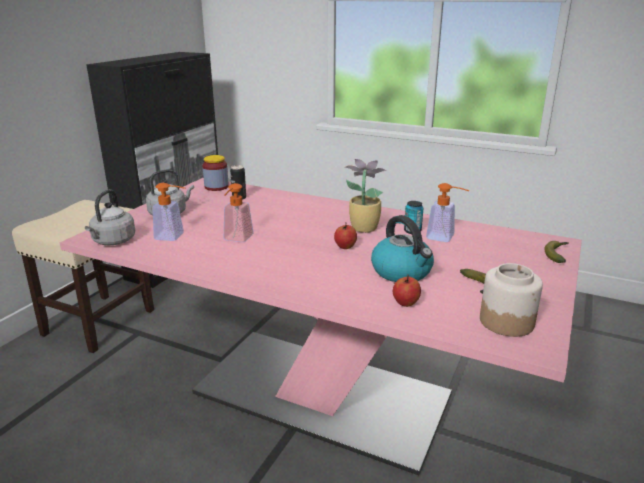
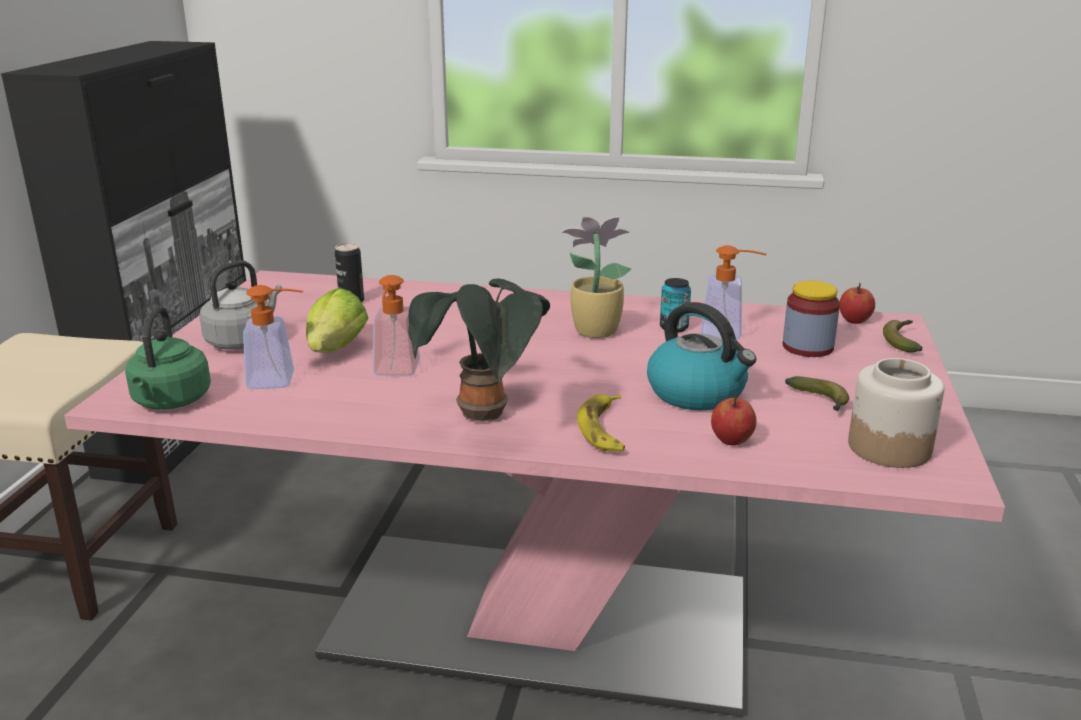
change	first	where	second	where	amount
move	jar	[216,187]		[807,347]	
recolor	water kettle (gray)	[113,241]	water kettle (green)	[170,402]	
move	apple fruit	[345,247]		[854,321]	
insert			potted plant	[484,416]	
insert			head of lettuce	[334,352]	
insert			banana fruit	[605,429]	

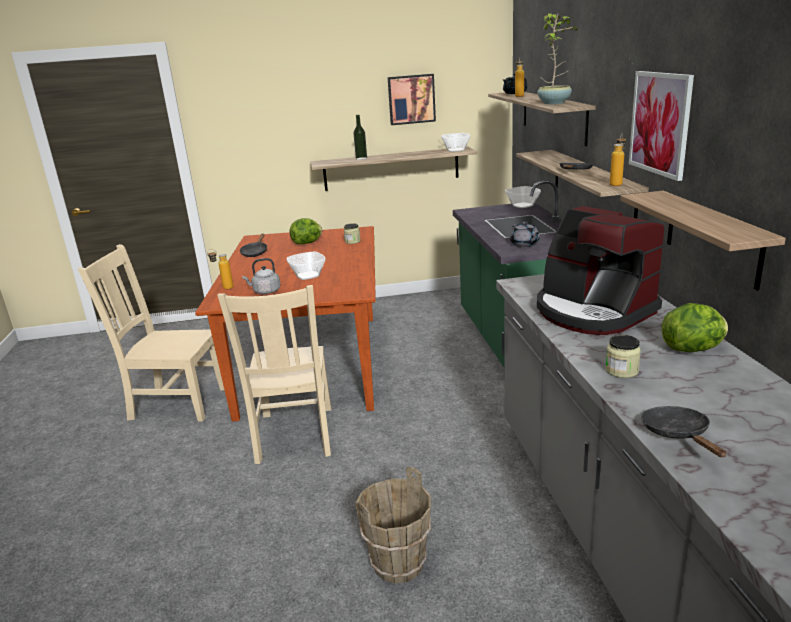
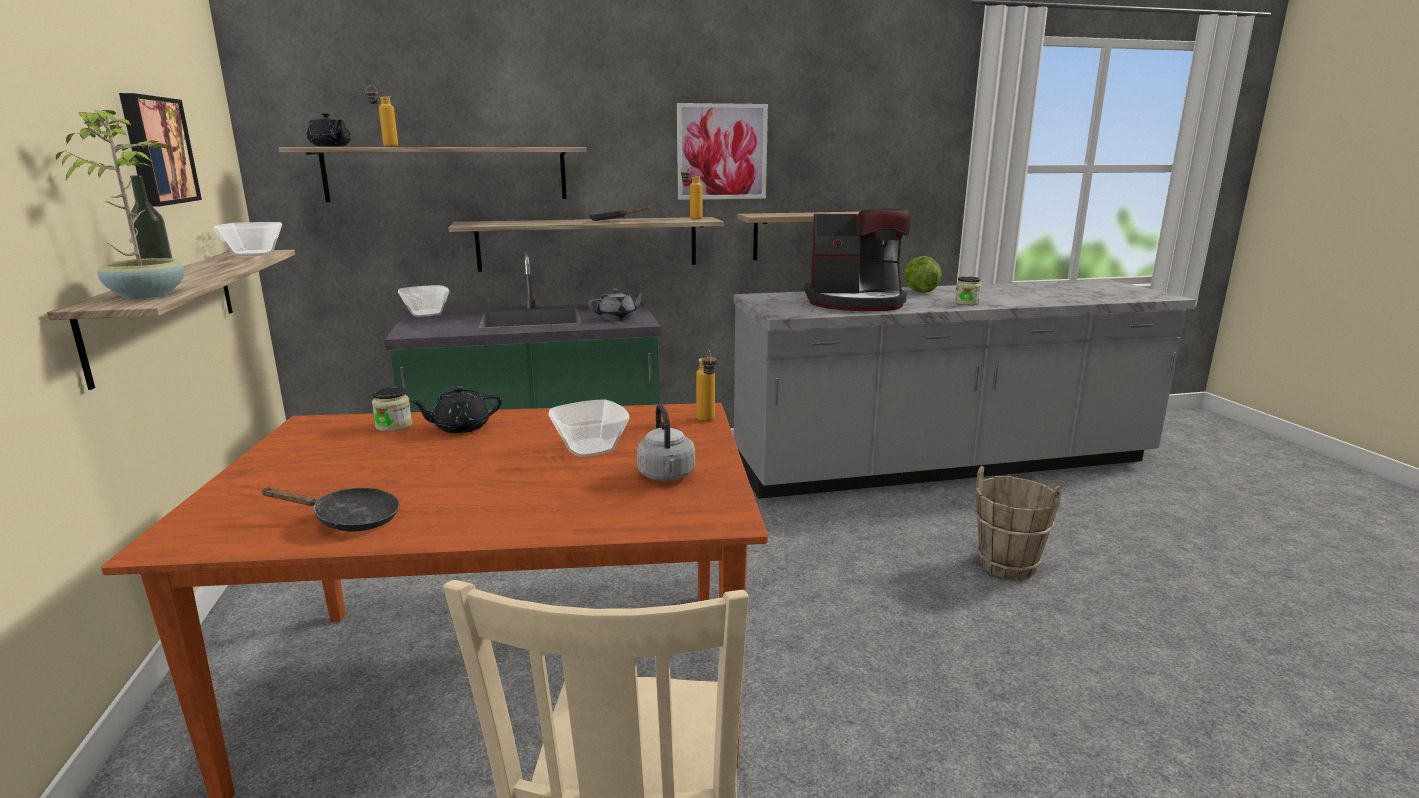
change	first	where	second	where	amount
move	potted plant	[555,103]		[148,295]	
rotate	coffee maker	[592,311]		[855,302]	45 degrees clockwise
delete	head of lettuce	[307,243]			
move	beverage bottle	[223,288]		[707,421]	
delete	upright chair (sand-coloured)	[294,436]			
delete	frying pan (blackish)	[678,434]			
insert			teapot (blackish)	[460,427]	

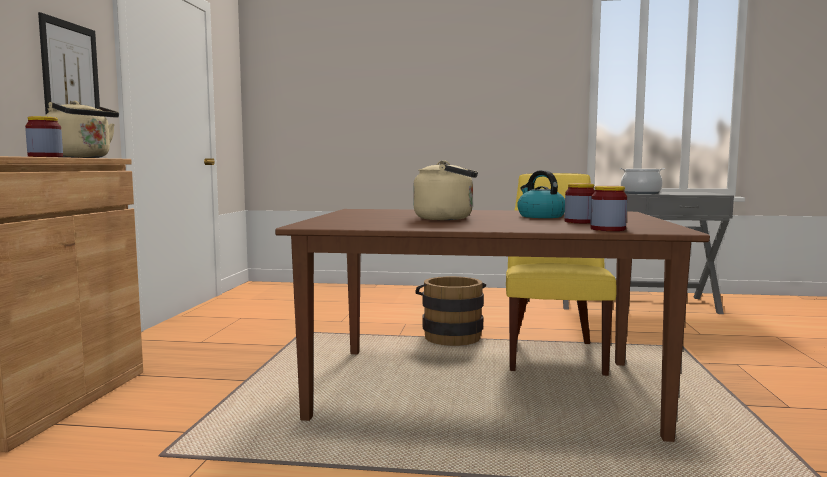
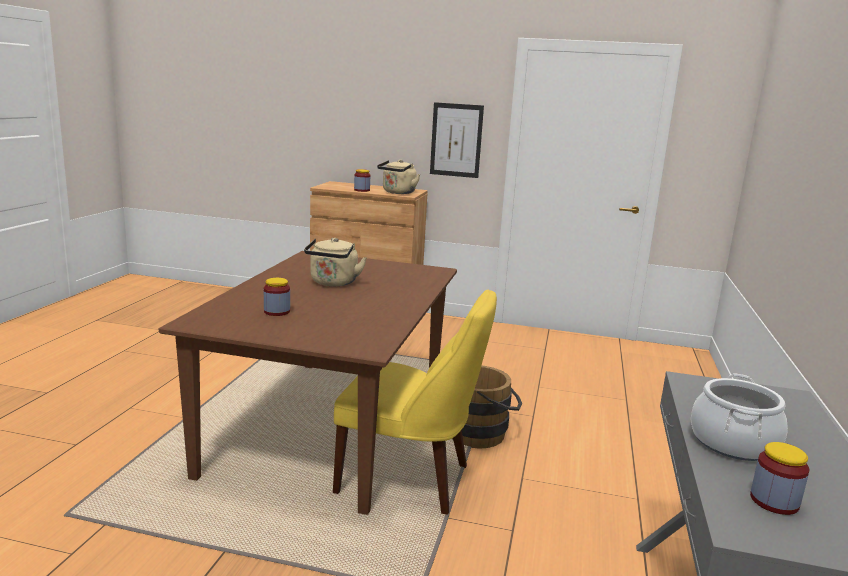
change	first	where	second	where	amount
delete	water kettle	[540,216]			
move	jar	[607,229]		[774,501]	

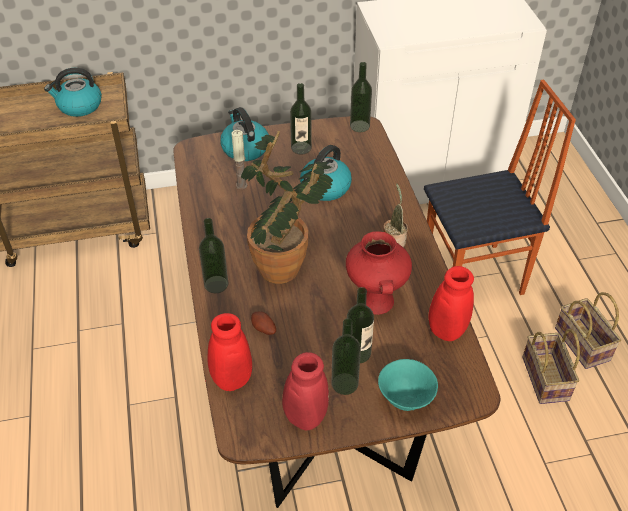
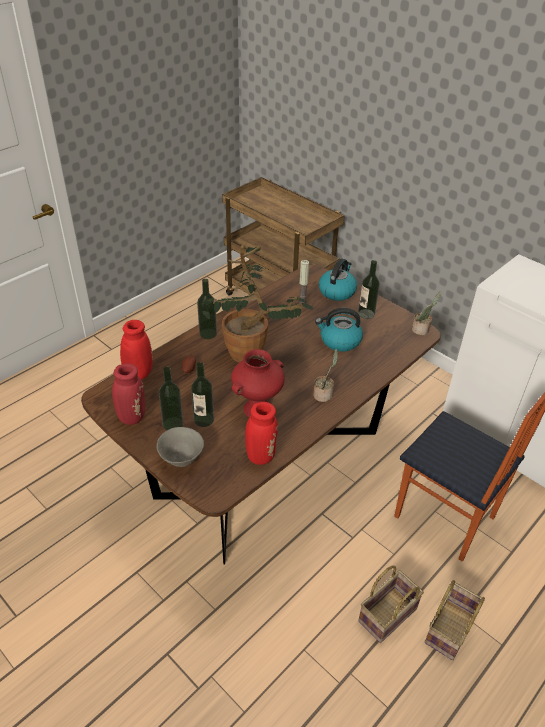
change	first	where	second	where	amount
replace	beverage bottle	[359,126]	potted plant	[421,330]	
delete	water kettle	[79,106]			
recolor	bowl (turquoise)	[405,399]	bowl (gray)	[182,459]	

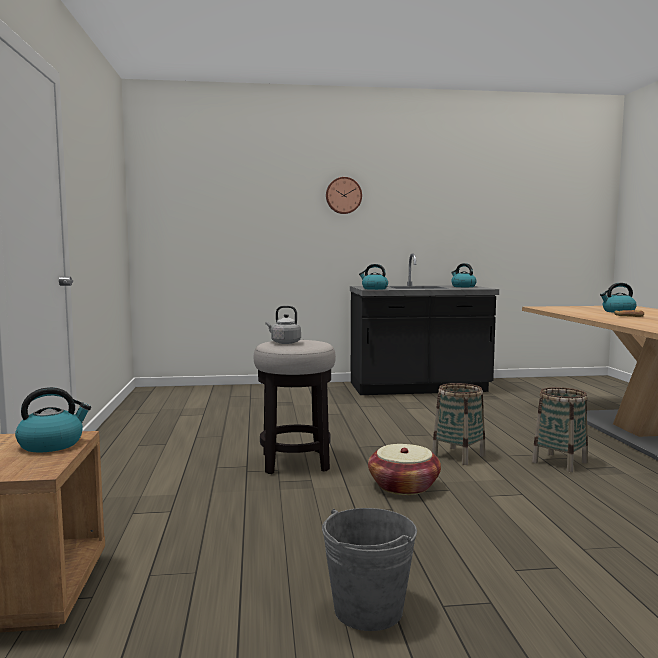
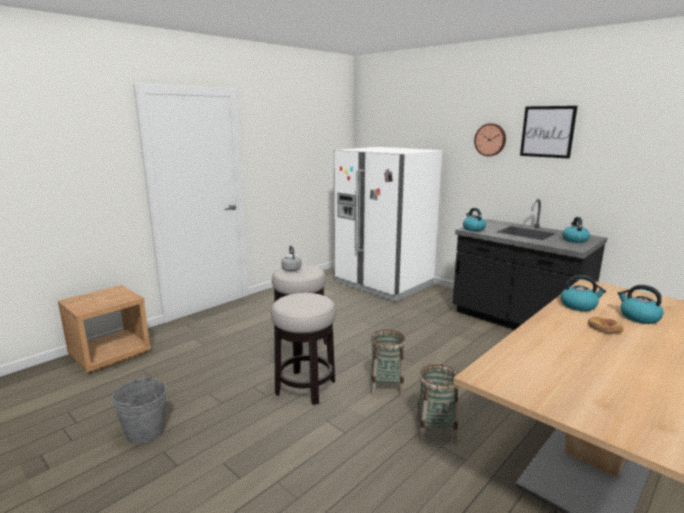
change	first	where	second	where	amount
move	water kettle	[52,444]		[579,306]	
replace	household basket	[403,486]	sitting stool	[305,387]	
insert			wall picture	[547,131]	
insert			fridge (whitish)	[383,283]	

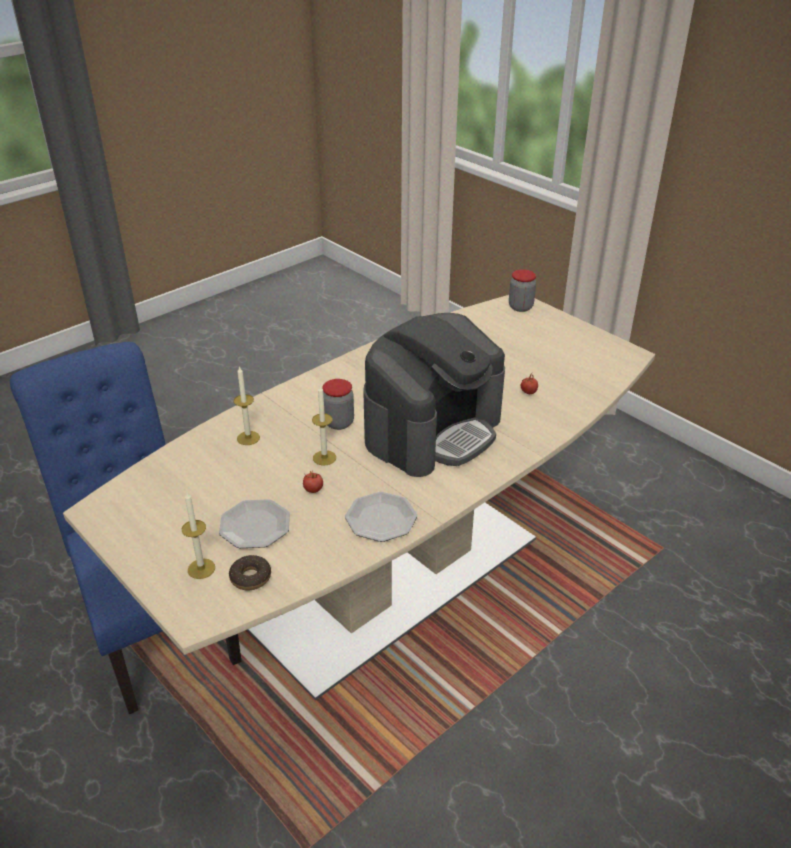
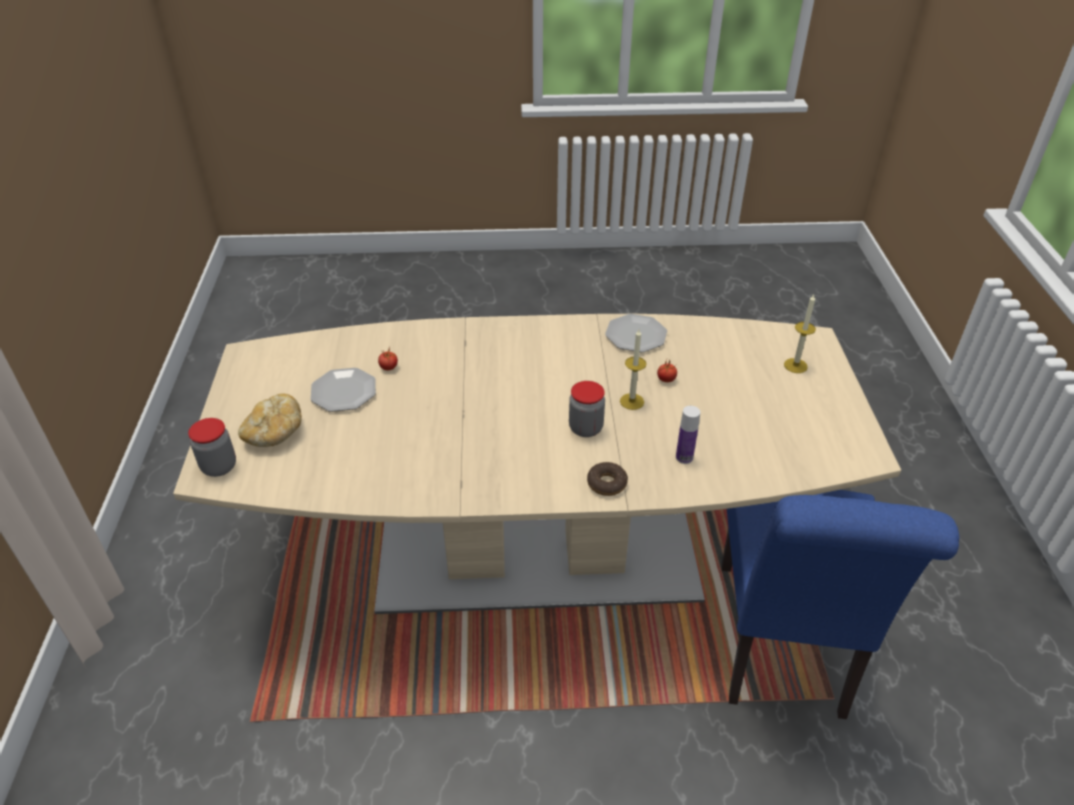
change	first	where	second	where	amount
delete	coffee maker	[433,430]			
replace	wax light	[248,438]	beverage bottle	[684,457]	
move	dinner plate	[254,525]		[344,392]	
move	donut	[250,577]		[607,483]	
insert			bread	[274,434]	

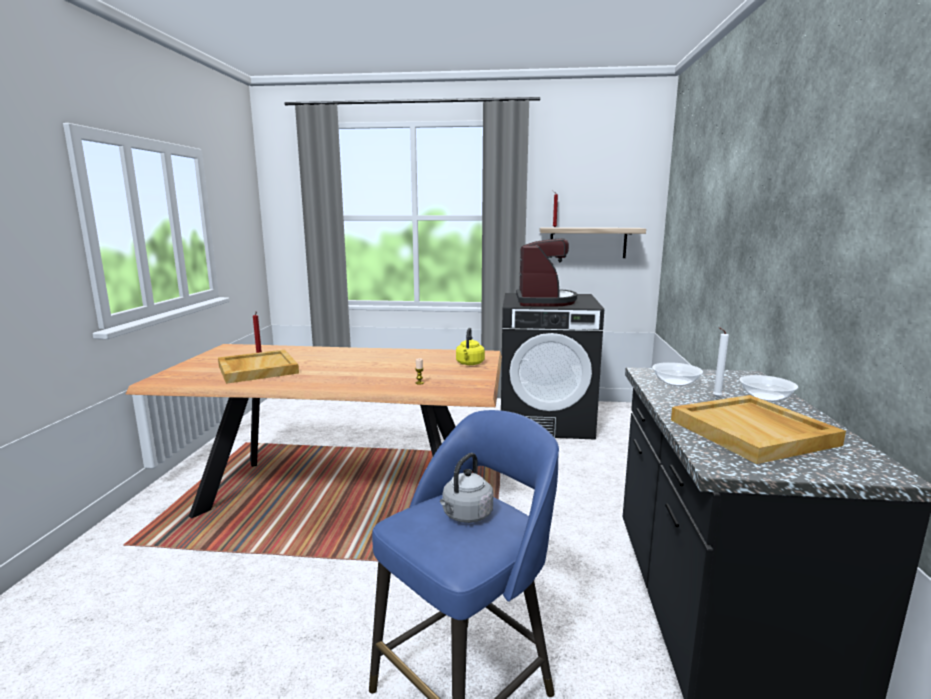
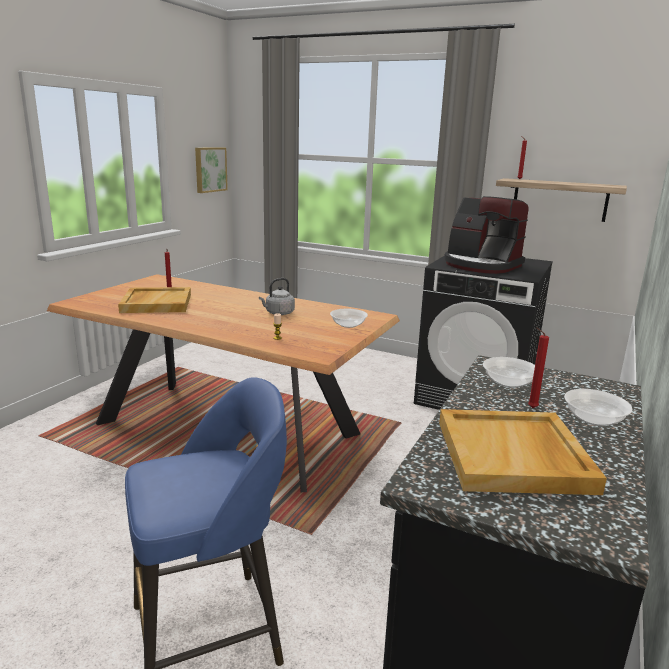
change	first	where	second	where	amount
rotate	coffee maker	[544,301]		[481,265]	105 degrees clockwise
recolor	wax light (whitish)	[715,397]	wax light (red-coloured)	[530,407]	
replace	water kettle (yellow-coloured)	[469,364]	bowl	[348,325]	
move	water kettle (gray)	[466,516]		[278,313]	
insert			wall picture	[209,169]	

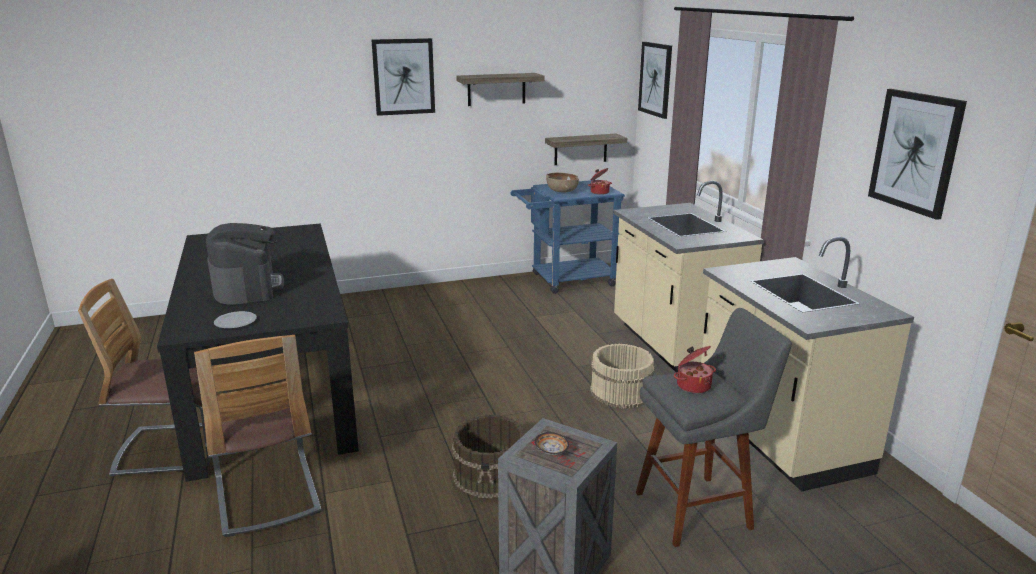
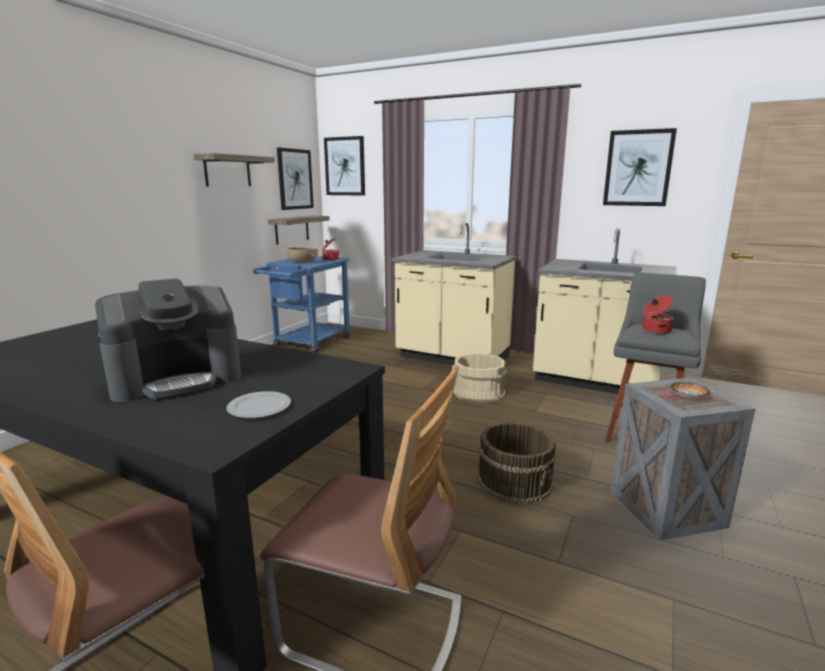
change	first	where	second	where	amount
move	wall picture	[403,76]		[295,179]	
rotate	coffee maker	[247,288]		[177,378]	120 degrees clockwise

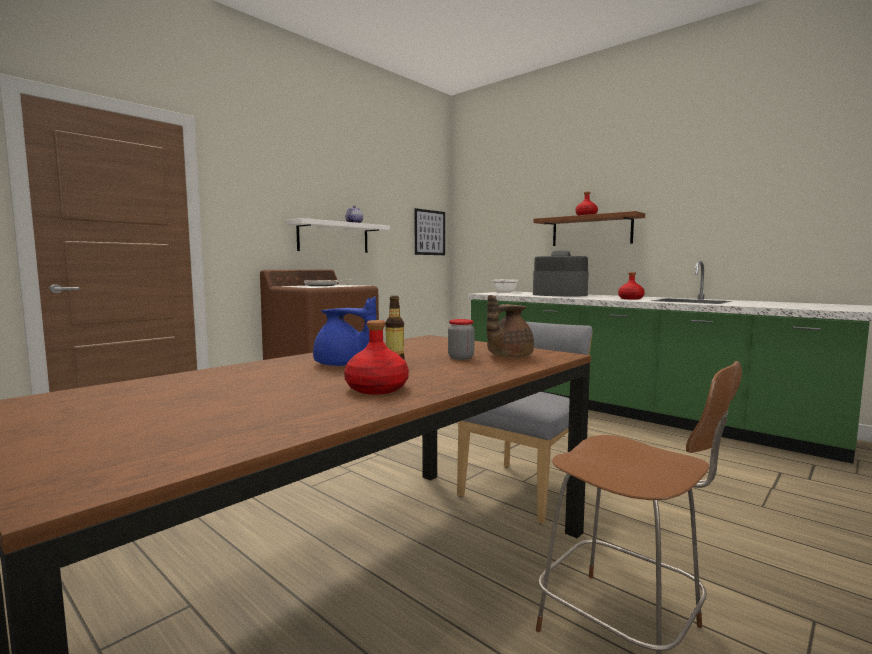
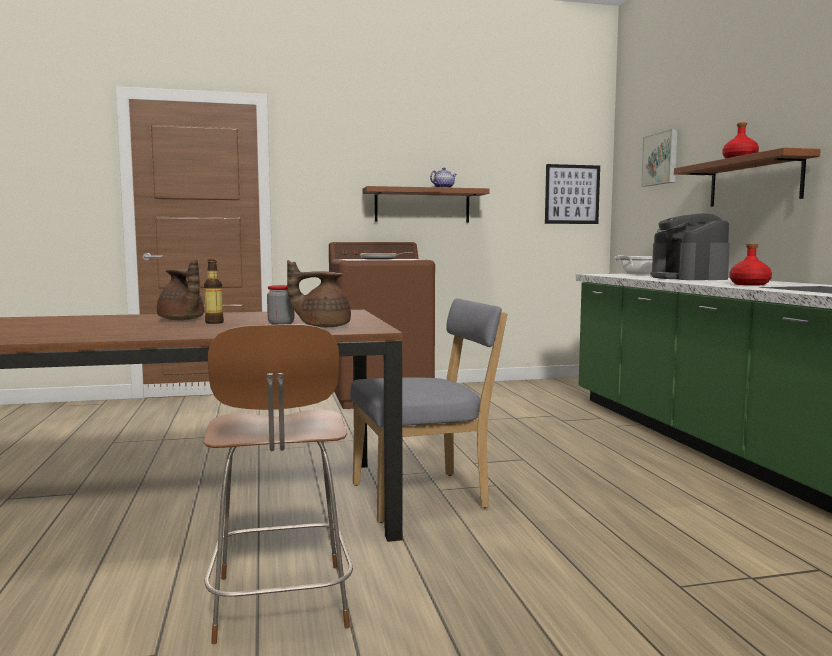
change	first	where	second	where	amount
recolor	wall shelf (whitish)	[333,237]	wall shelf (brown-coloured)	[422,205]	
rotate	coffee maker	[559,295]		[688,278]	150 degrees counterclockwise
recolor	teapot (blue-coloured)	[342,364]	teapot (brown-coloured)	[181,320]	
delete	beverage bottle (red-coloured)	[377,389]			
insert			wall picture	[661,159]	

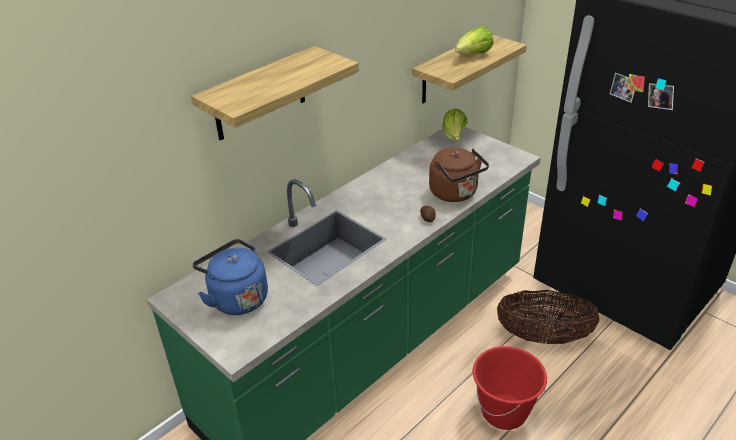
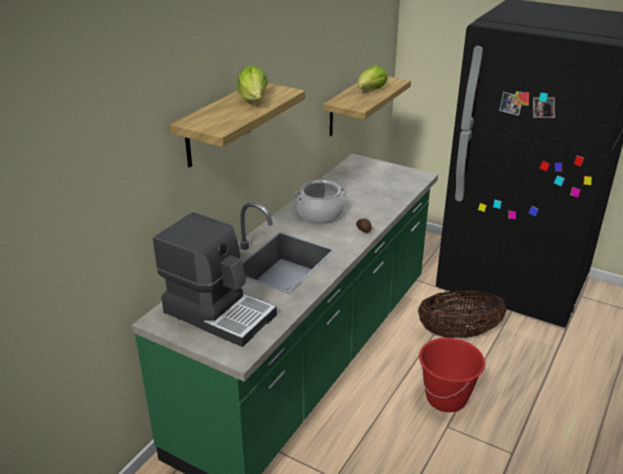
change	first	where	second	where	amount
move	head of lettuce	[454,137]		[254,101]	
delete	water kettle (brown-coloured)	[455,193]			
replace	water kettle (blue-coloured)	[236,298]	coffee maker	[219,312]	
insert			stockpot	[320,214]	

